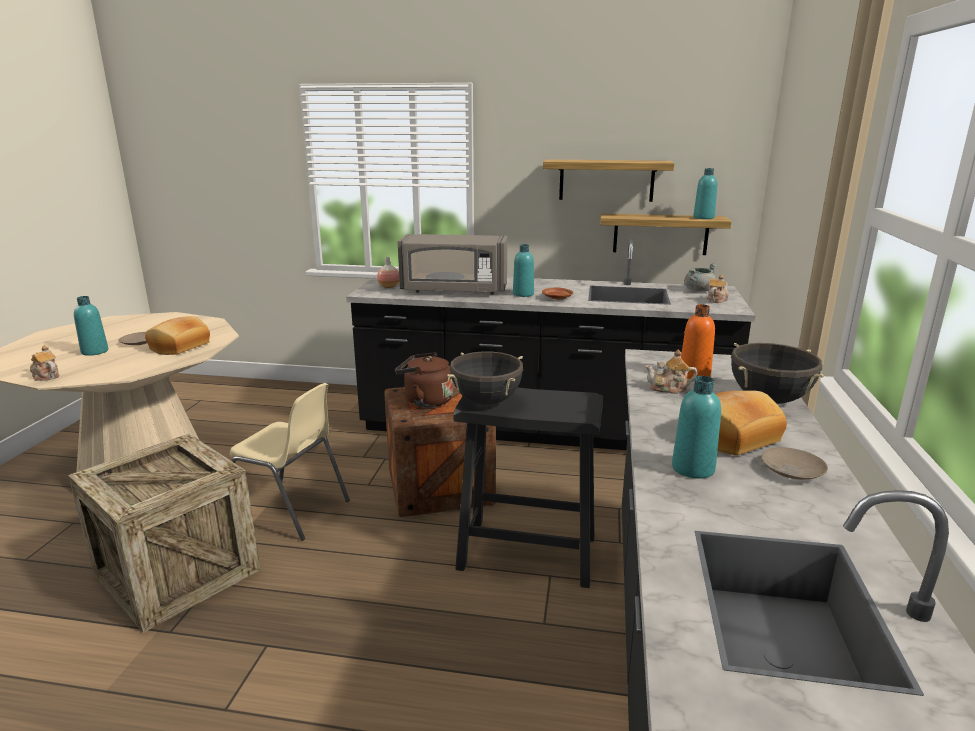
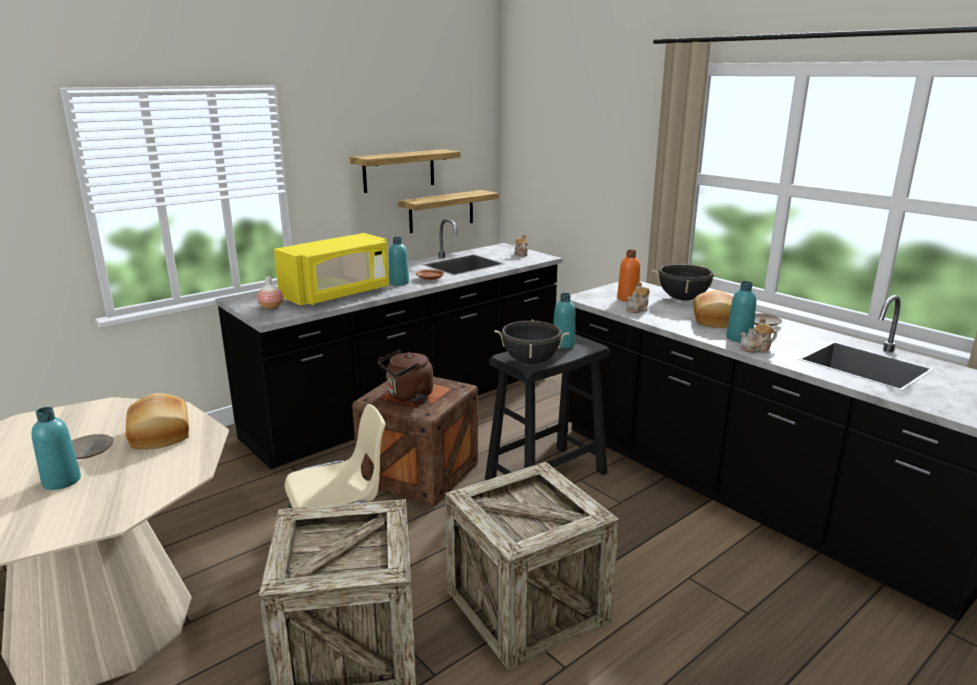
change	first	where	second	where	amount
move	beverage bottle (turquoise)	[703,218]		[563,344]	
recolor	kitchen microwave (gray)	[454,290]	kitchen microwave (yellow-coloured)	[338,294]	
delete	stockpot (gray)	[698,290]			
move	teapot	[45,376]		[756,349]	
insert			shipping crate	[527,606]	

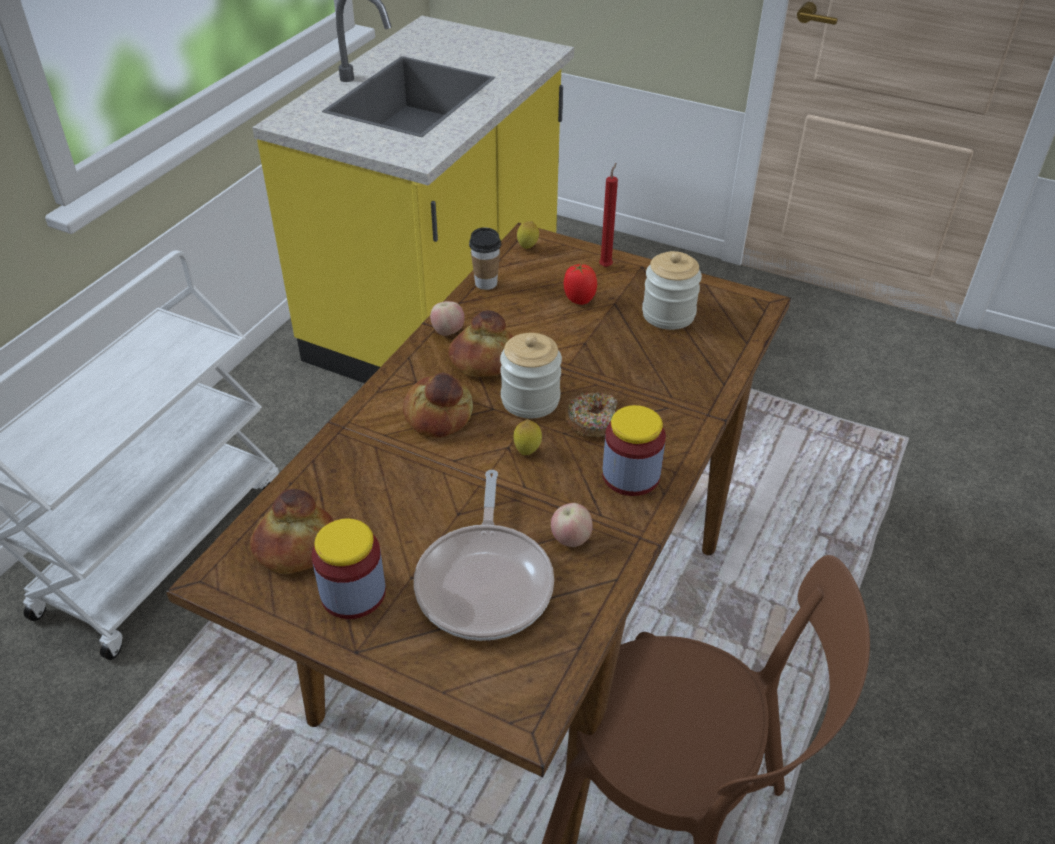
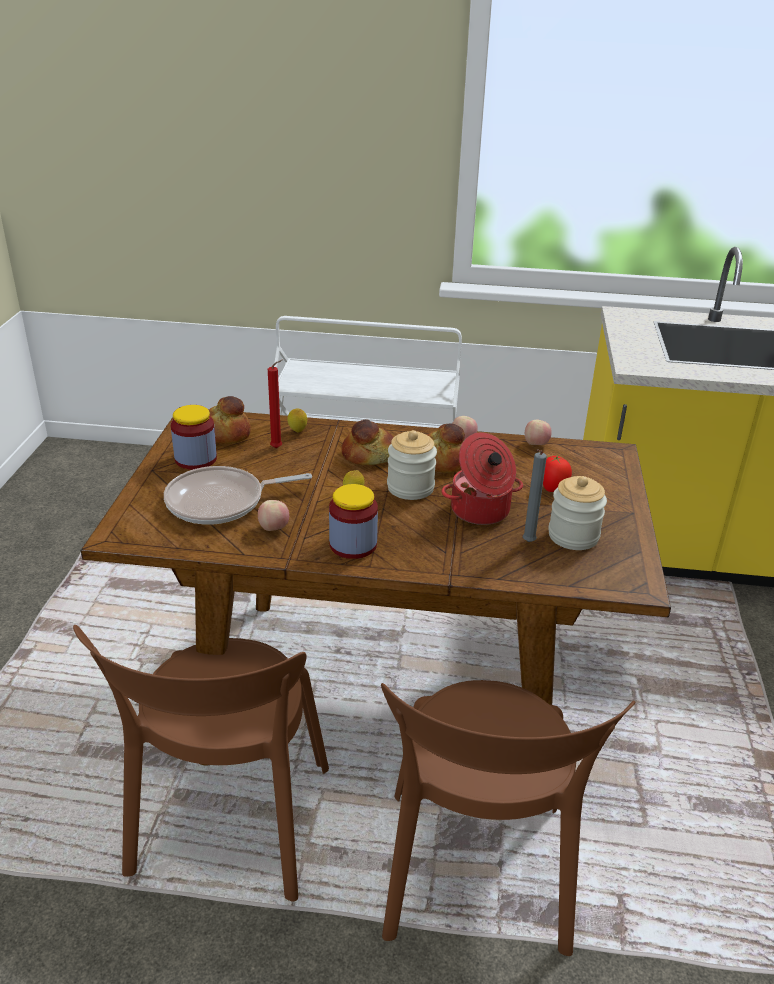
change	first	where	second	where	amount
move	wax light (red-coloured)	[606,266]		[278,448]	
move	citrus fruit	[527,248]		[297,432]	
replace	cup	[486,283]	apple fruit	[536,445]	
delete	donut	[592,422]			
insert			stockpot	[480,511]	
insert			wax light (gray)	[527,543]	
insert			upright chair (brown-coloured)	[476,878]	

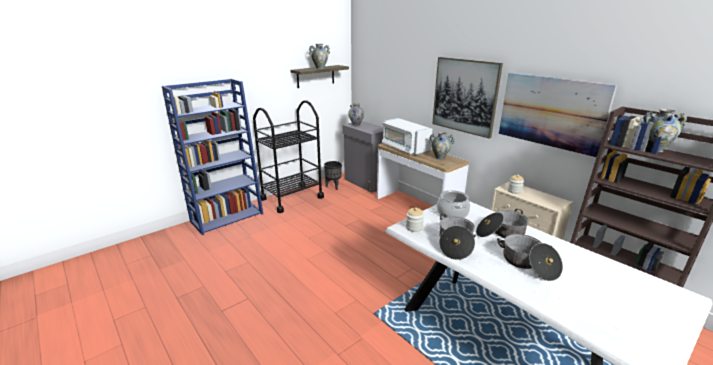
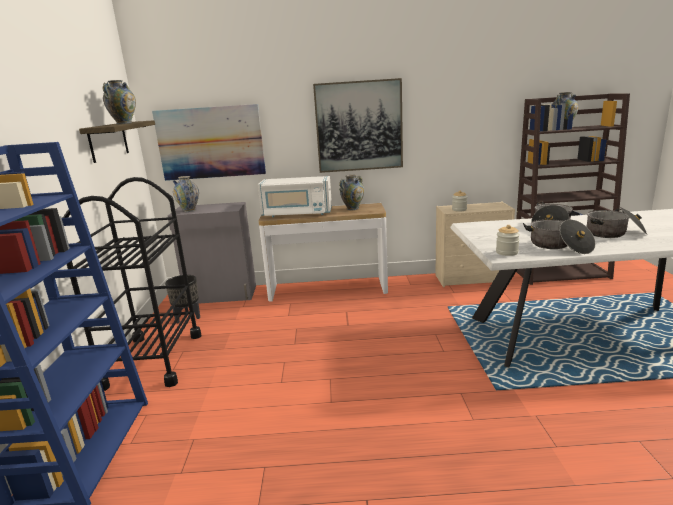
change	first	where	second	where	amount
move	wall picture	[551,112]		[211,142]	
delete	stockpot	[452,213]			

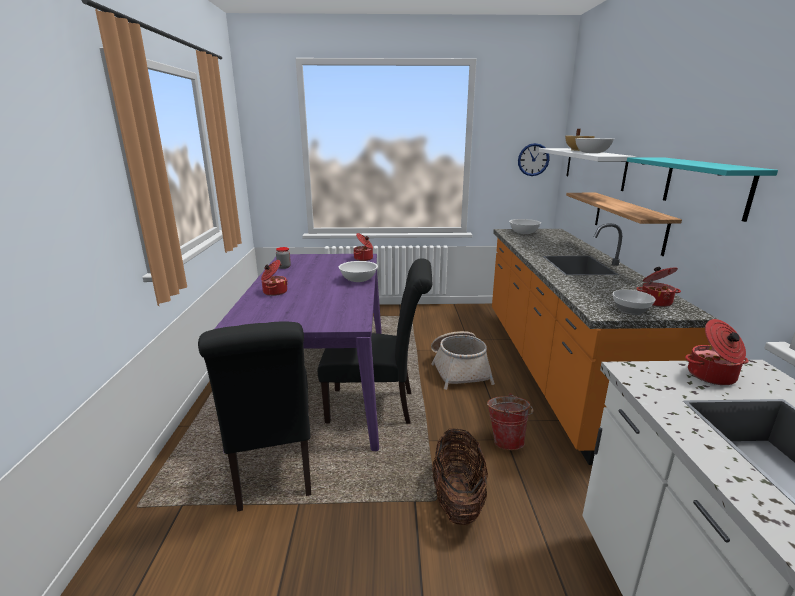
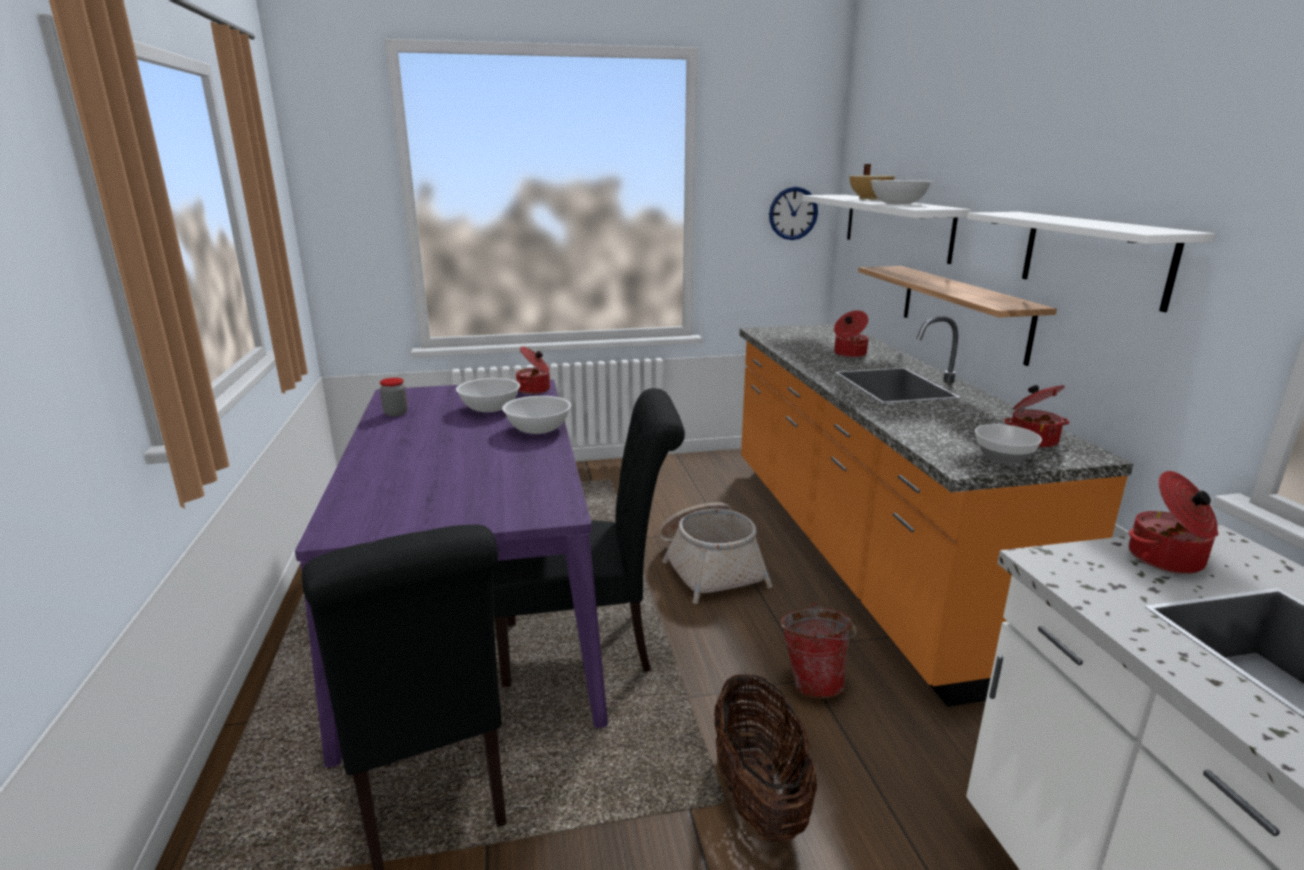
change	first	where	second	where	amount
recolor	wall shelf (turquoise)	[705,186]	wall shelf (whitish)	[1094,257]	
move	bowl (whitish)	[523,233]		[489,408]	
move	stockpot	[274,292]		[849,354]	

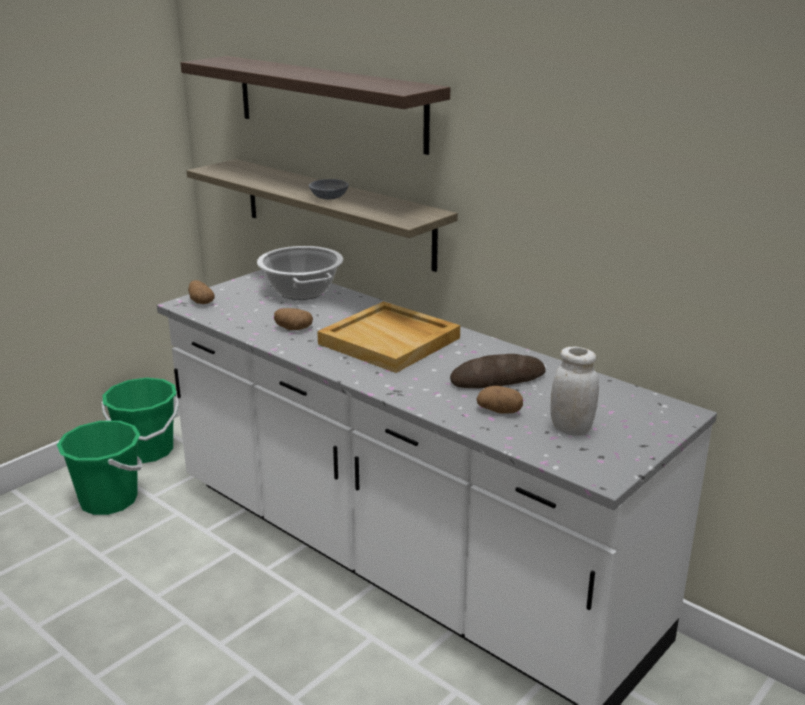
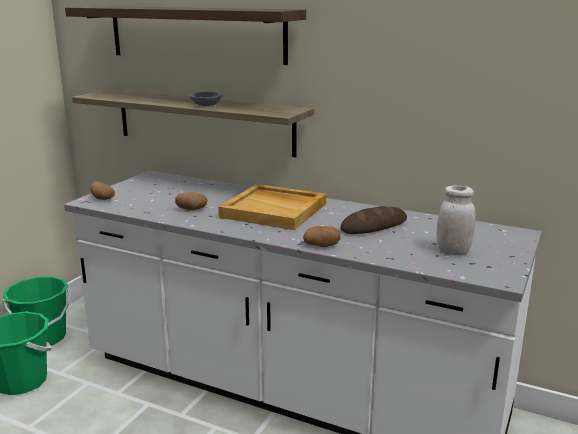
change	first	where	second	where	amount
delete	stockpot	[301,291]			
move	spud	[500,411]		[321,245]	

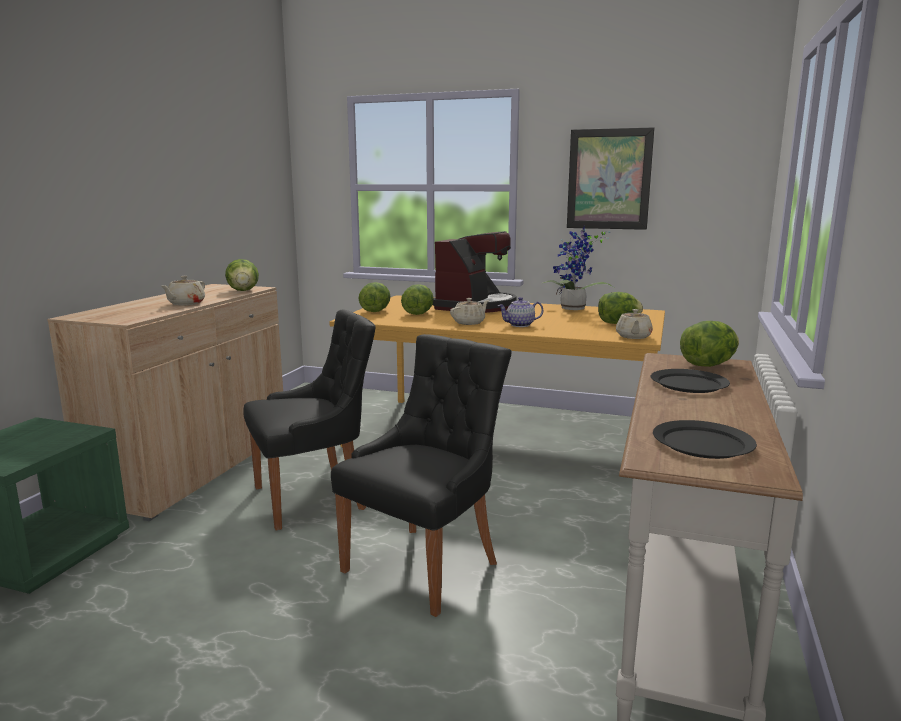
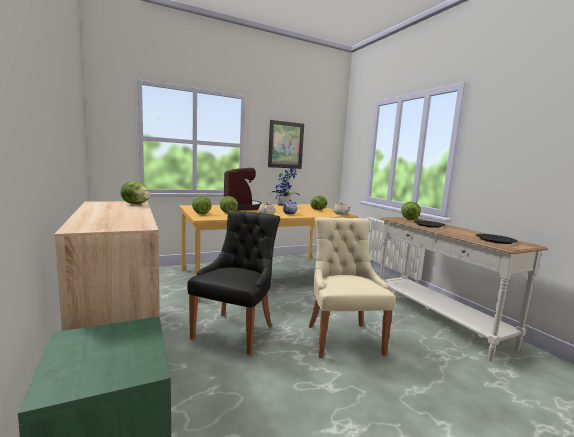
change	first	where	second	where	amount
delete	teapot (sand-coloured)	[185,304]			
recolor	upright chair (blackish)	[425,565]	upright chair (sand-coloured)	[342,338]	

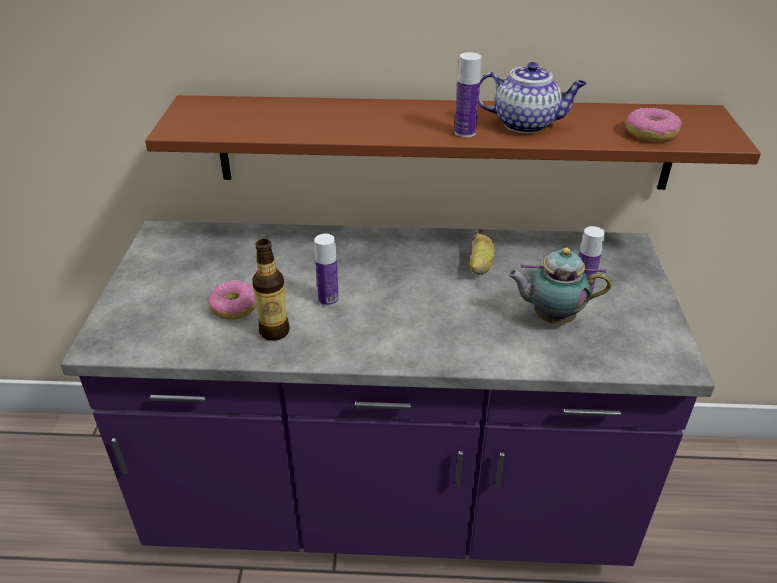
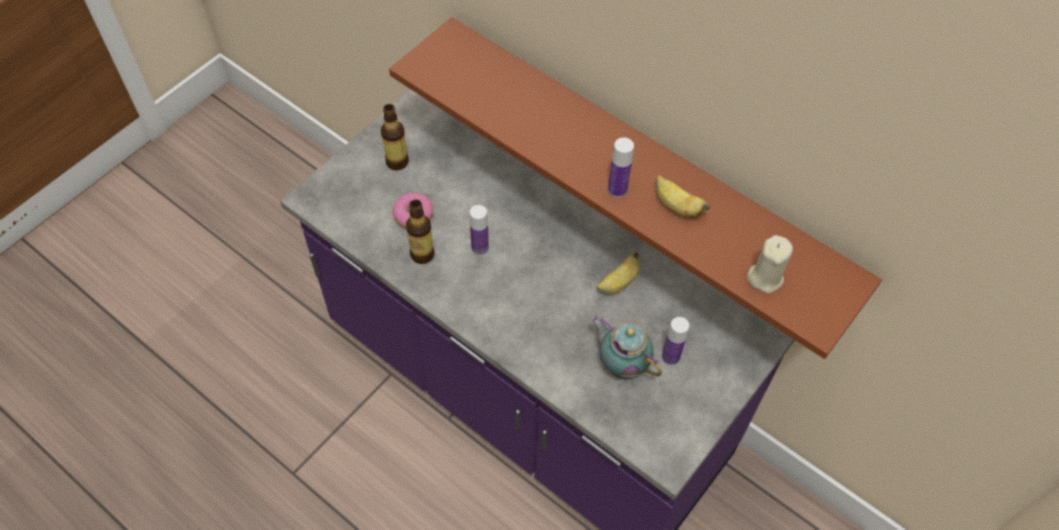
change	first	where	second	where	amount
replace	teapot	[526,124]	banana fruit	[676,206]	
replace	donut	[651,133]	wax light (sand-coloured)	[765,277]	
insert			beverage bottle	[397,162]	

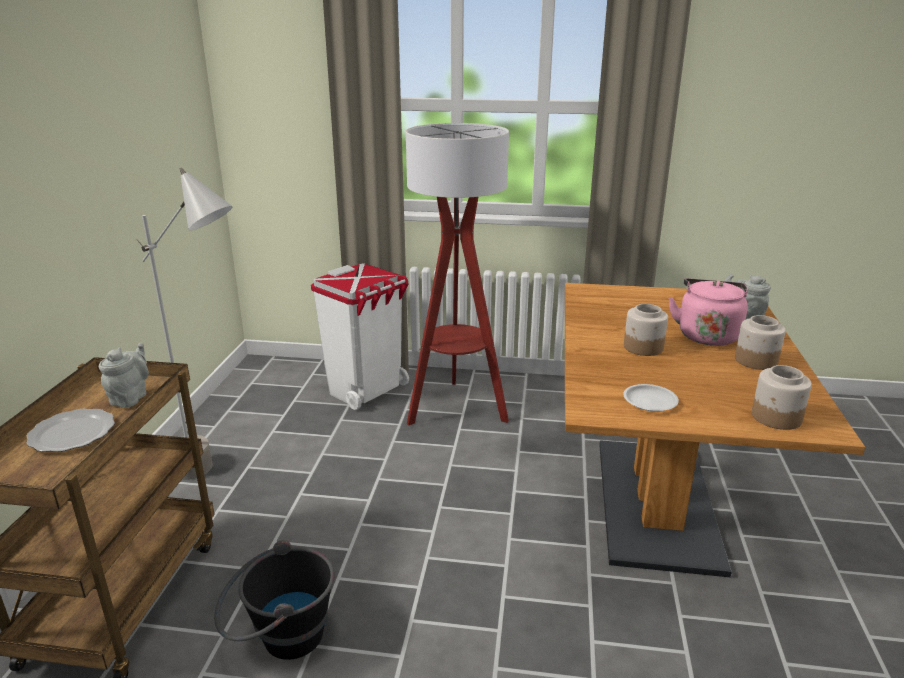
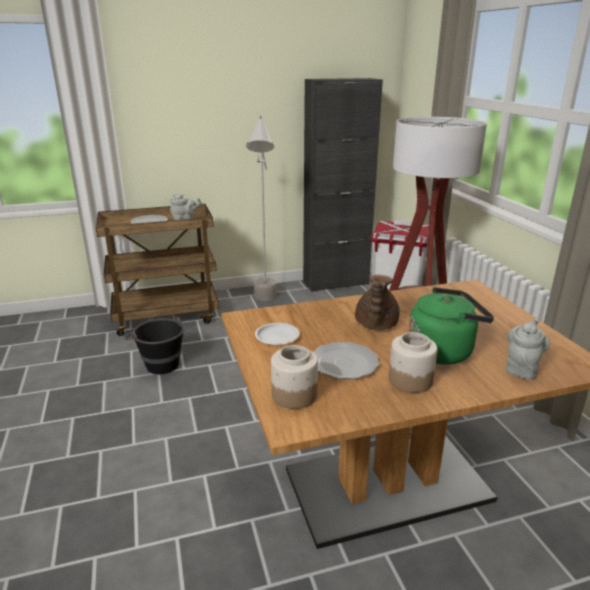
change	first	where	second	where	amount
recolor	water kettle (pinkish)	[707,335]	water kettle (green)	[443,351]	
replace	jar	[643,347]	teapot (brown-coloured)	[375,325]	
insert			storage cabinet (blackish)	[335,283]	
insert			dinner plate	[343,363]	

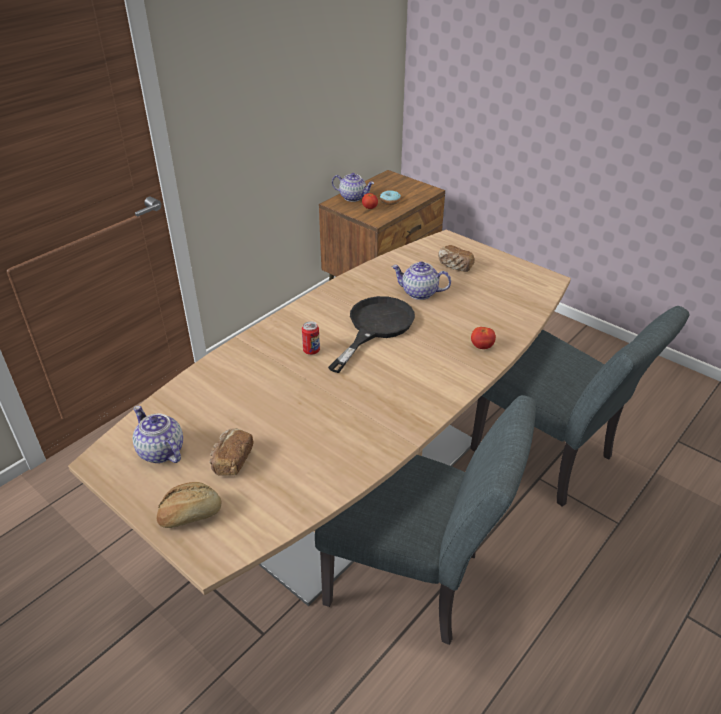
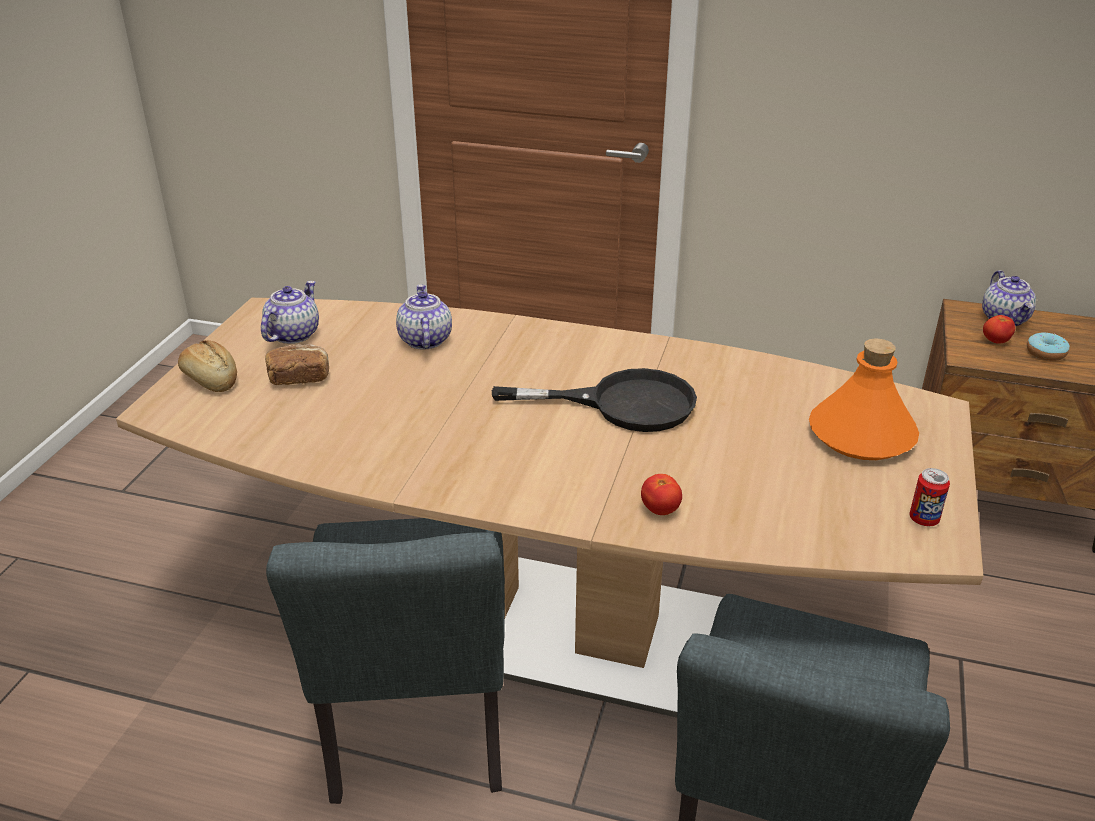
change	first	where	second	where	amount
replace	bread	[455,266]	beverage bottle (orange-coloured)	[860,435]	
move	teapot	[419,293]		[424,340]	
move	sealed can	[311,351]		[923,519]	

